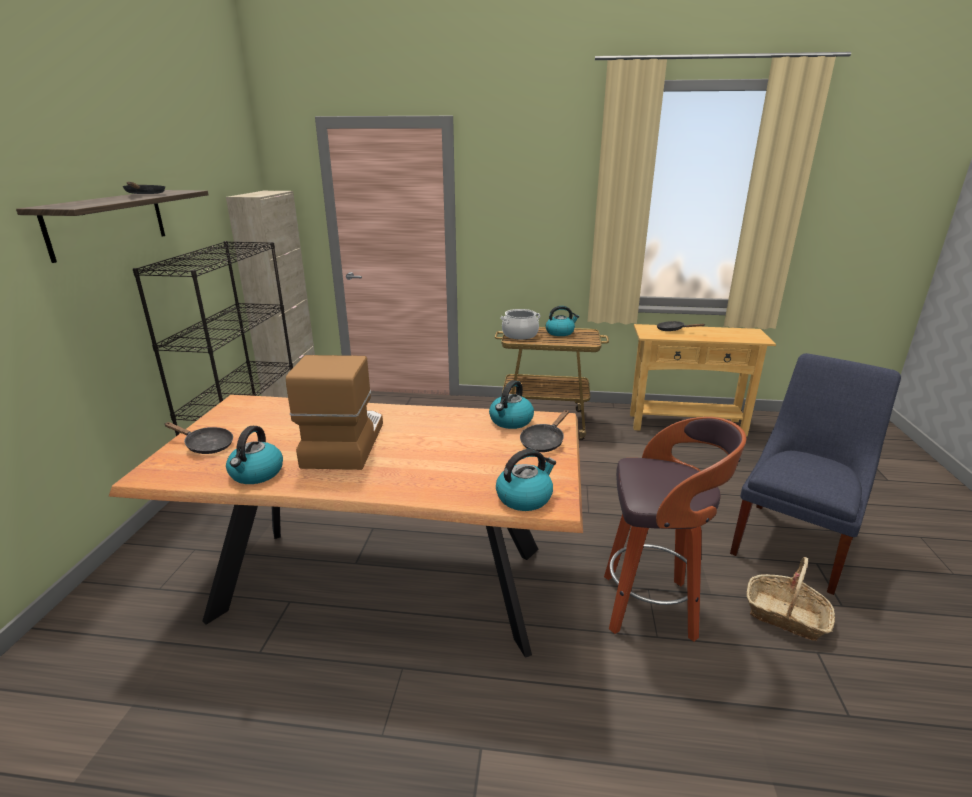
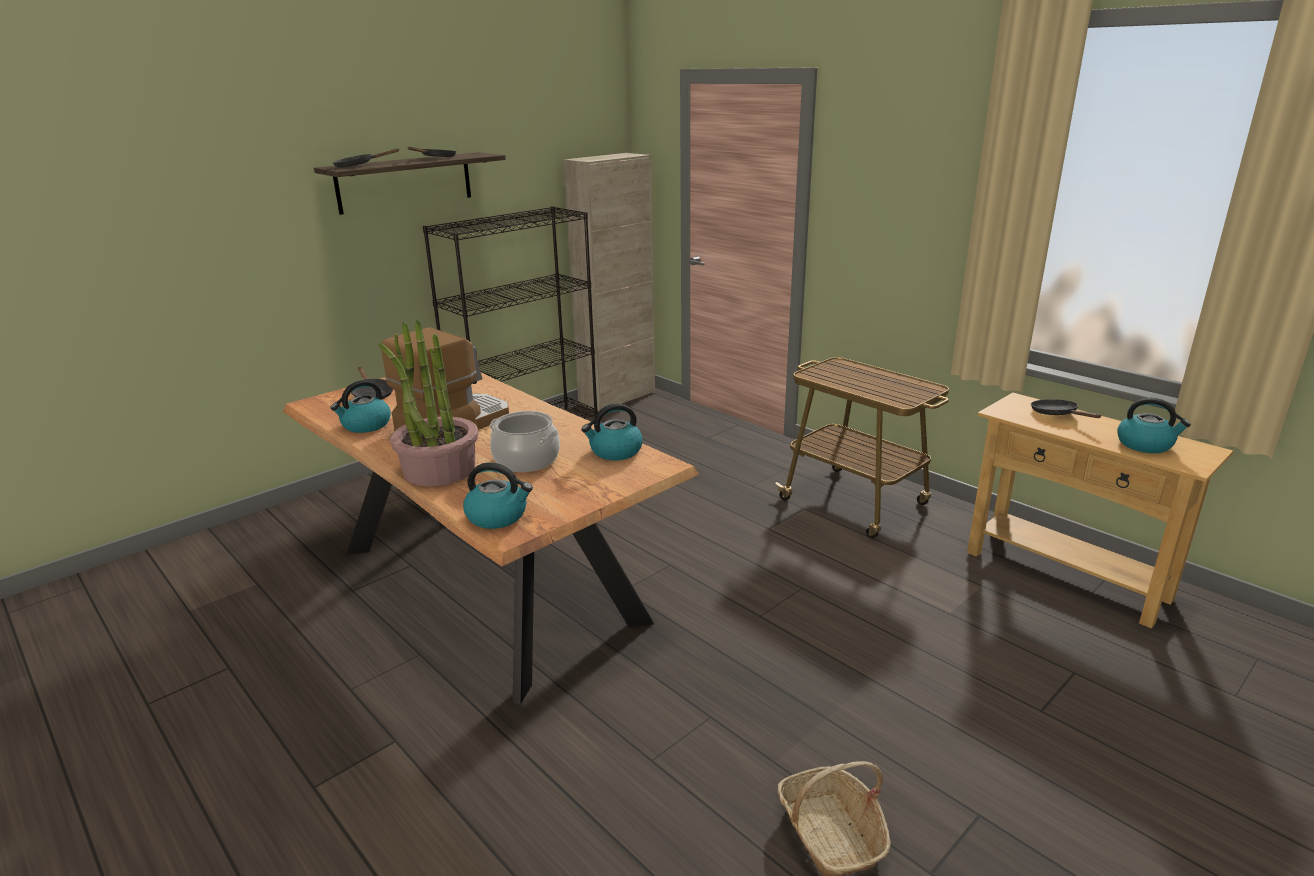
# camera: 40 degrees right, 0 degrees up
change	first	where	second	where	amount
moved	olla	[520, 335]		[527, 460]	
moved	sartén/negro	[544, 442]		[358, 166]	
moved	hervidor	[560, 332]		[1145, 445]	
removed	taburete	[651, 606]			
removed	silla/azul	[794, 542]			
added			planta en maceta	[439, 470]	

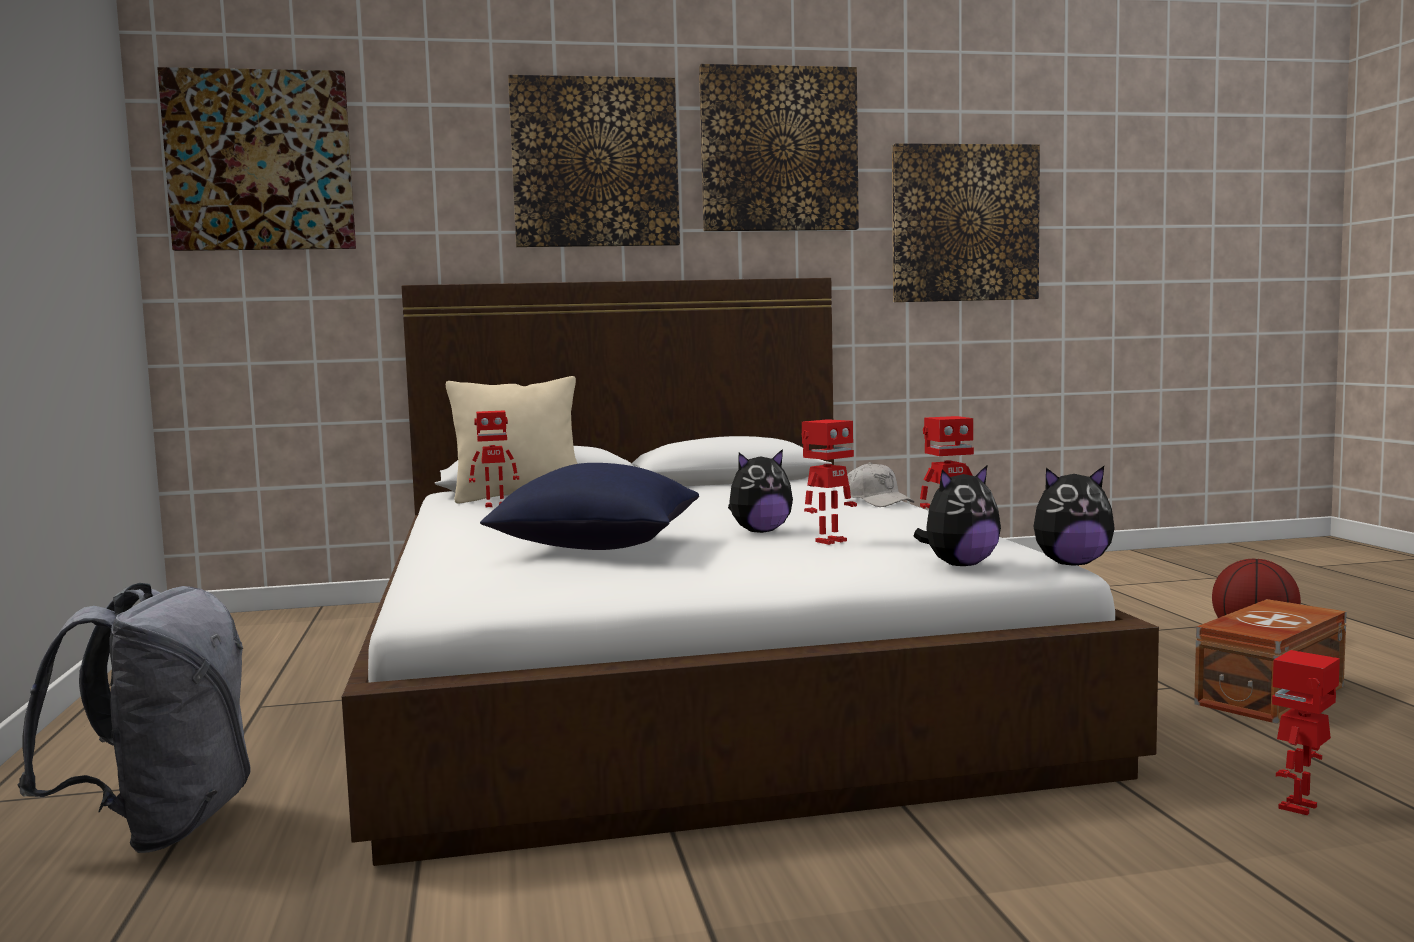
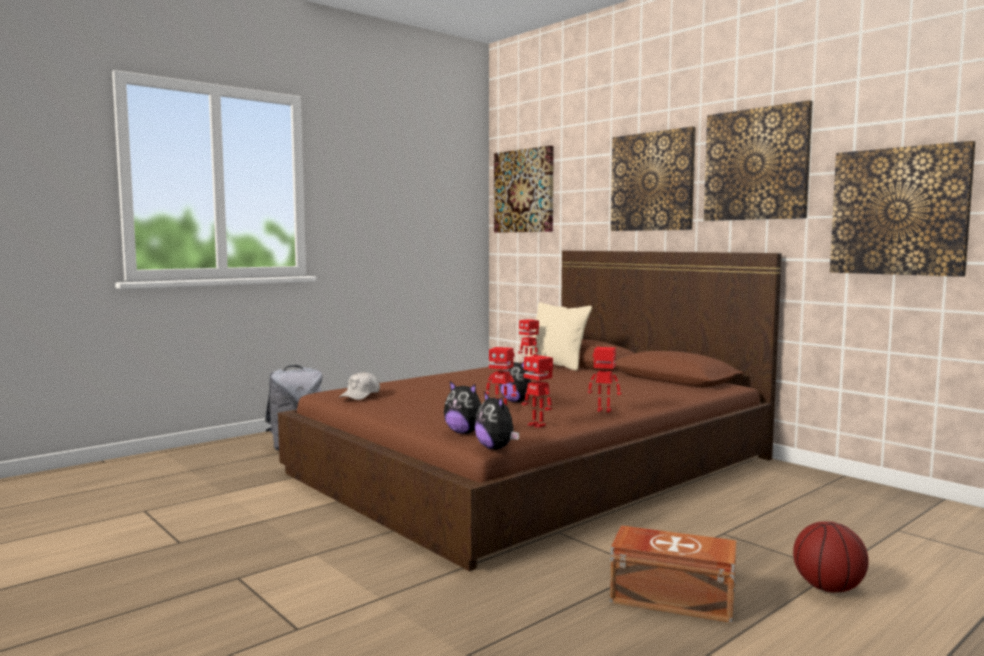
# camera: 60 degrees right, 0 degrees up
change	first	where	second	where	amount
recoloured	cama/blanco	[684, 664]	cama/marrón	[535, 465]	
removed	cojín/azul	[597, 547]			
moved	gorra/blanco	[877, 501]		[360, 395]	
moved	robot de juguete	[1300, 807]		[603, 411]	

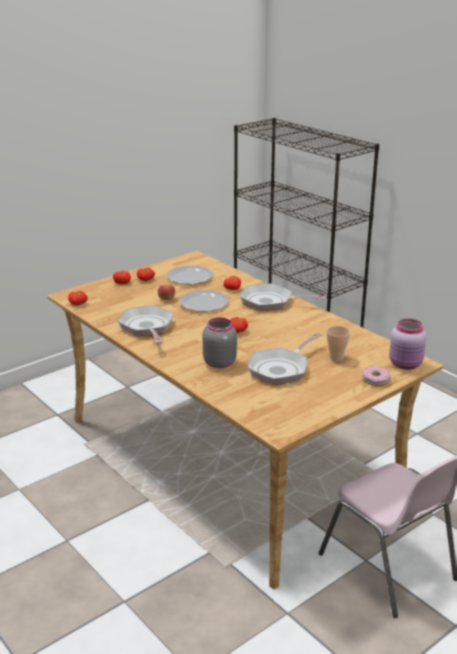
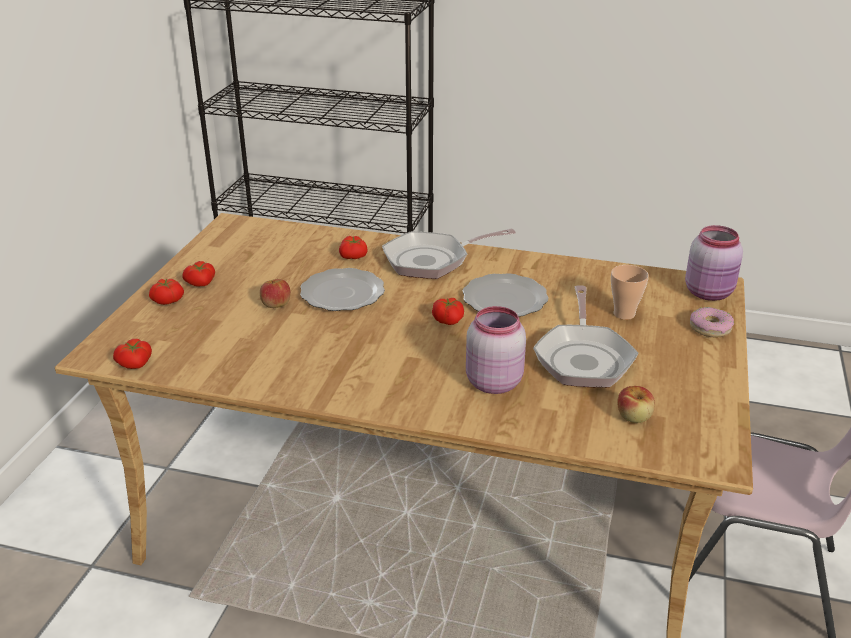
# camera: 35 degrees left, 5 degrees up
change	first	where	second	where	amount
removed	sartén	[147, 328]			
moved	plato	[190, 277]		[505, 298]	
recoloured	tarro/gris	[219, 362]	tarro/rosa	[492, 382]	
added			manzana	[634, 417]	

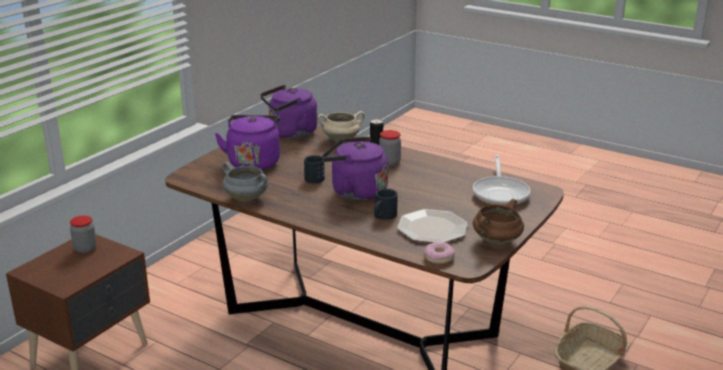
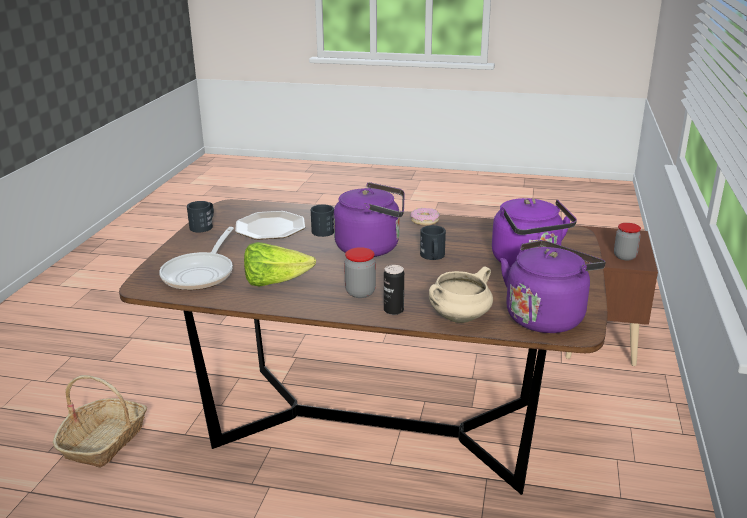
# camera: 160 degrees right, 0 degrees up
change	first	where	second	where	amount
removed	olla/gris	[247, 198]			
moved	rosquilla	[439, 257]		[424, 221]	
turned	sartén	[500, 193]		[201, 274]	150 degrees counterclockwise
replaced	olla/marrón	[496, 241]	taza grande/negro	[204, 226]	
added			lechuga	[274, 282]	

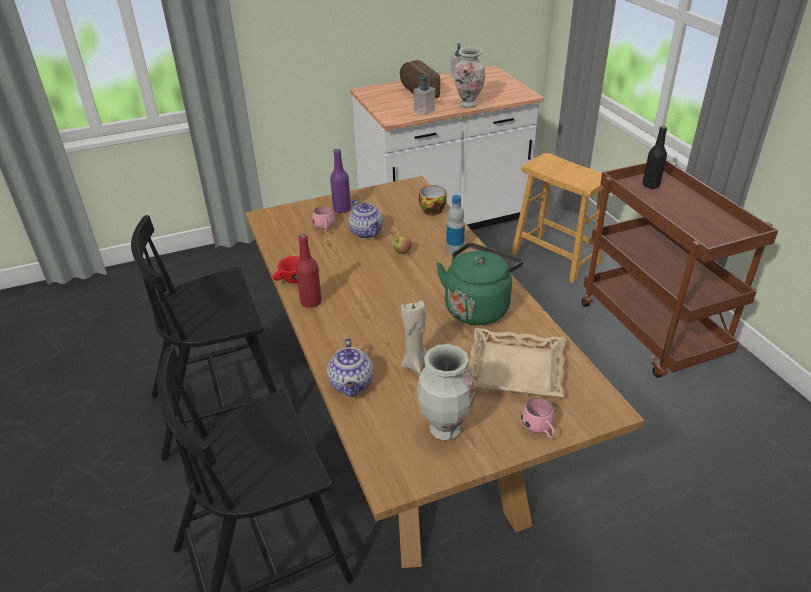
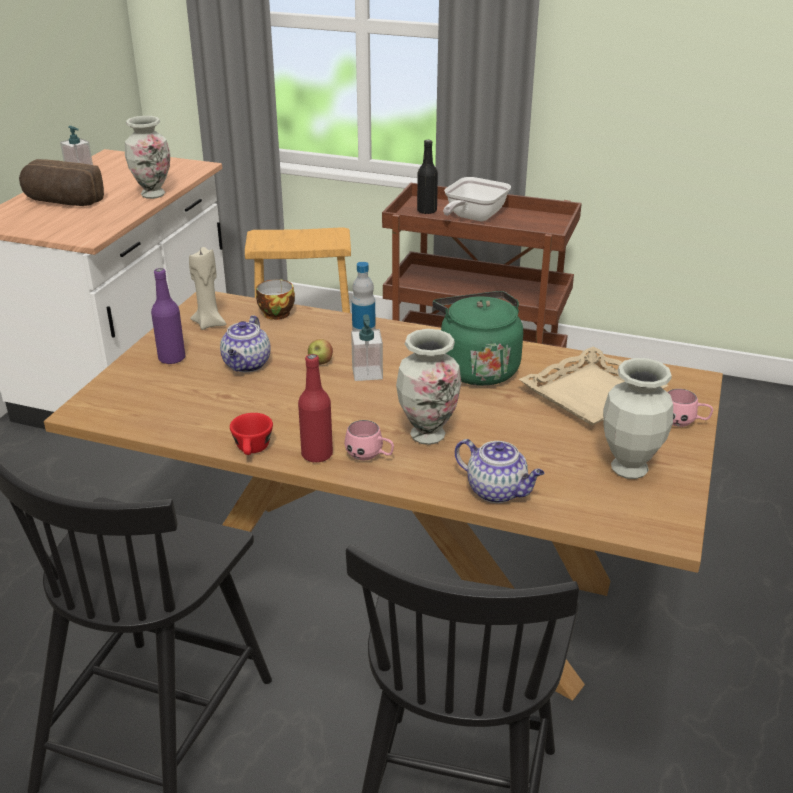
# camera: 50 degrees left, 5 degrees down
change	first	where	second	where	amount
moved	taza grande/rosa	[325, 228]		[370, 456]	
turned	tetera	[367, 233]		[247, 365]	90 degrees clockwise
moved	vela/beis	[415, 364]		[209, 323]	
moved	dispensador de jabón	[424, 111]		[367, 373]	
added			florero	[427, 435]	
added			sartén	[472, 217]	

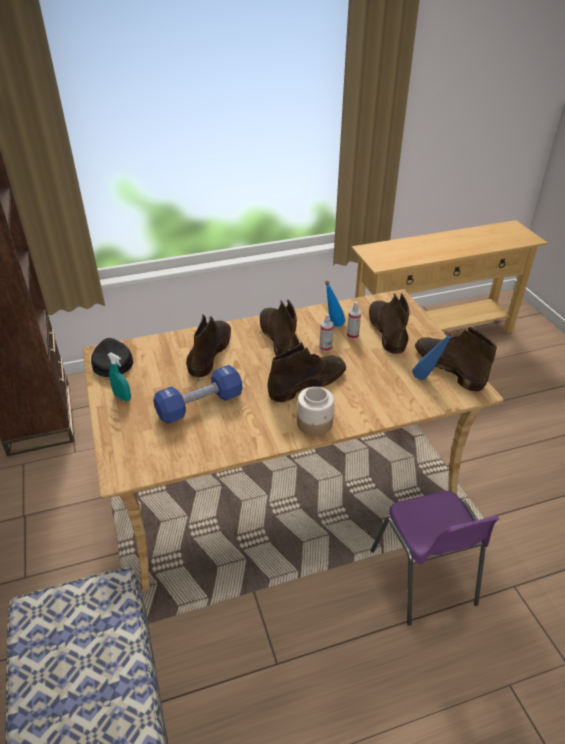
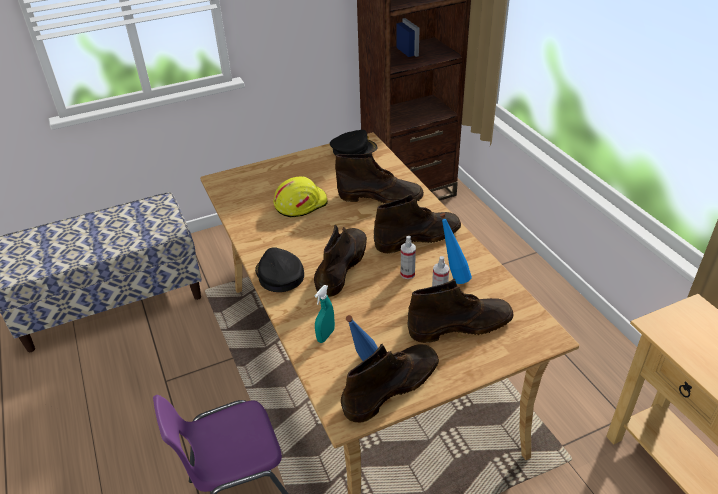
# camera: 85 degrees right, 0 degrees up
change	first	where	second	where	amount
moved	pulverizador/turquesa	[122, 397]		[325, 335]	
replaced	mancuerna/azul	[200, 405]	casco/amarillo	[300, 203]	
turned	bota/marrón	[308, 383]		[342, 265]	120 degrees counterclockwise
replaced	tarro	[315, 423]	gorra/negro	[279, 275]	

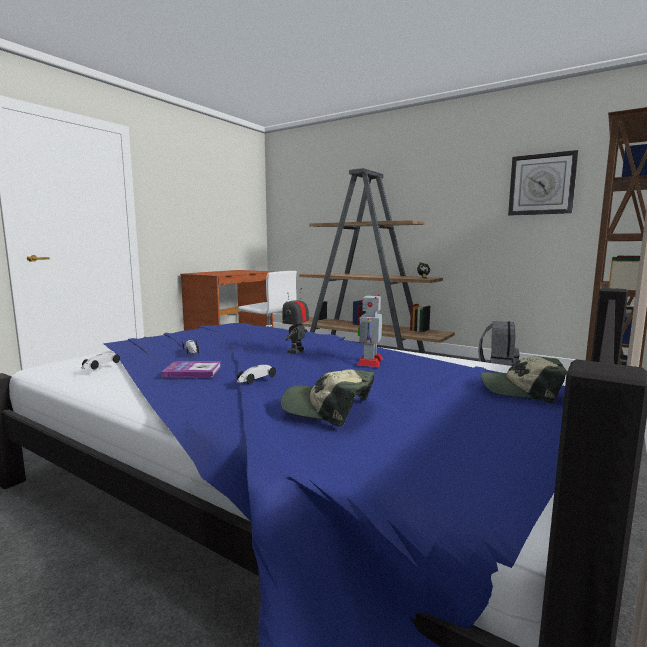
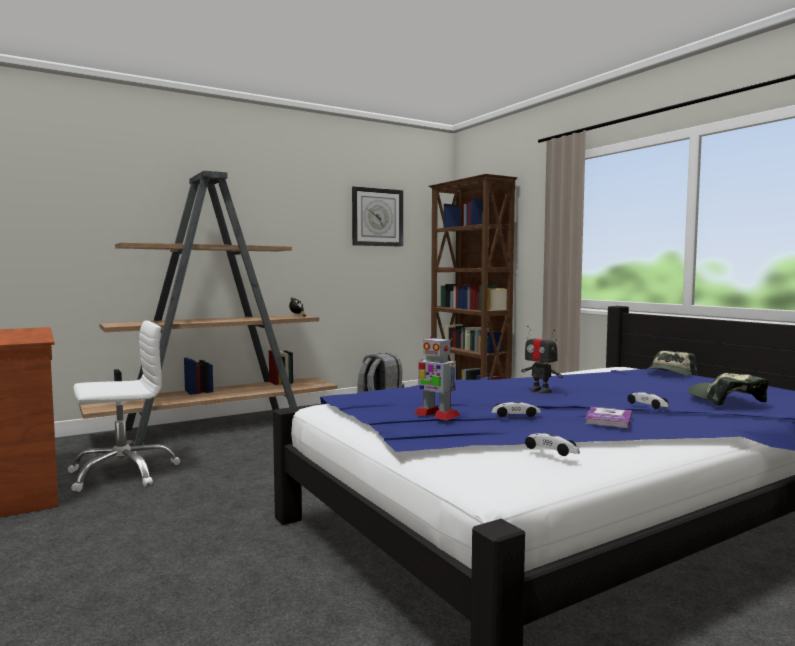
# camera: 65 degrees left, 5 degrees down
change	first	where	second	where	amount
turned	gorra	[328, 409]		[725, 399]	120 degrees clockwise
moved	robot de juguete	[370, 361]		[436, 415]	

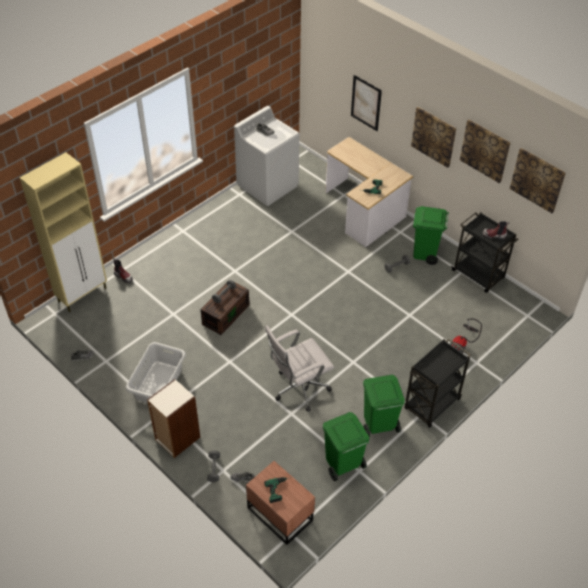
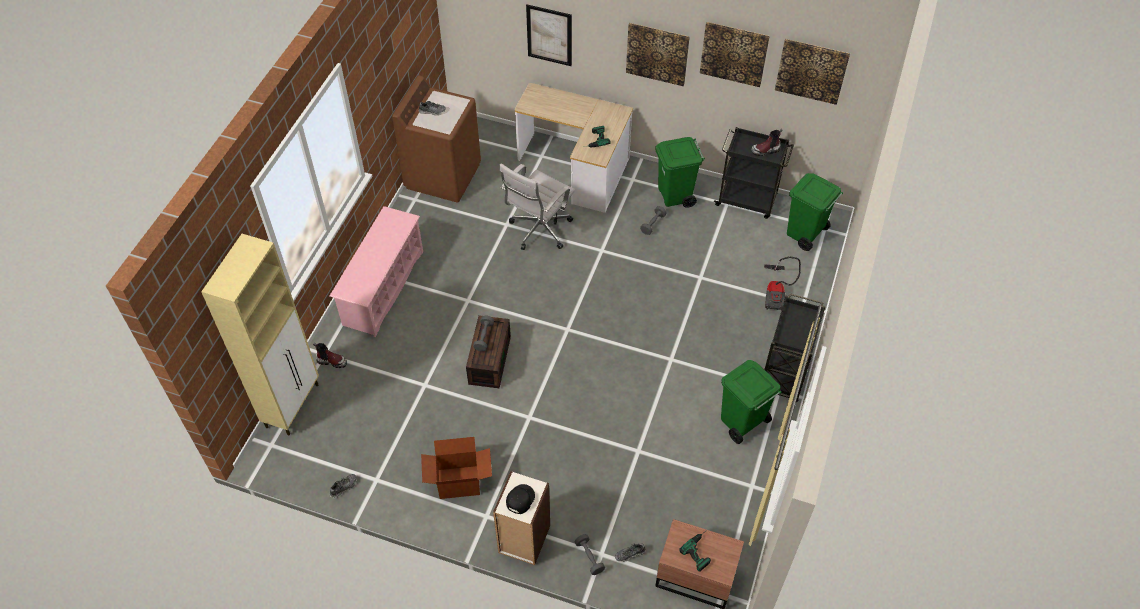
# camera: 25 degrees left, 5 degrees up
change	first	where	second	where	amount
replaced	cesto de la ropa/gris	[157, 383]	caja de cartón	[459, 481]	
recoloured	lavadora/blanco	[268, 185]	lavadora/marrón	[443, 175]	
moved	silla de oficina/blanco	[298, 389]		[538, 231]	
moved	papelera/verde	[342, 464]		[805, 234]	
added			zapatero/rosa	[383, 288]	
added			gorra/negro	[520, 499]	

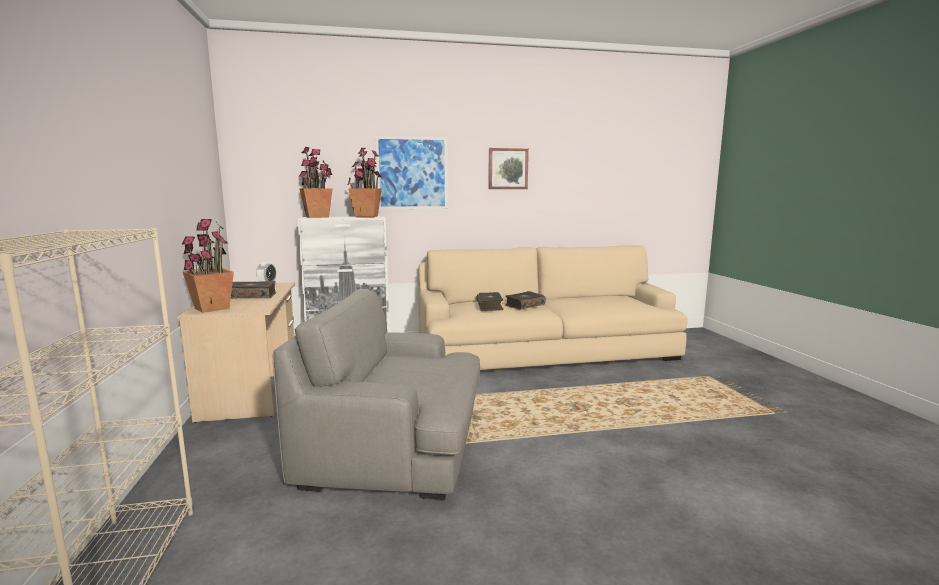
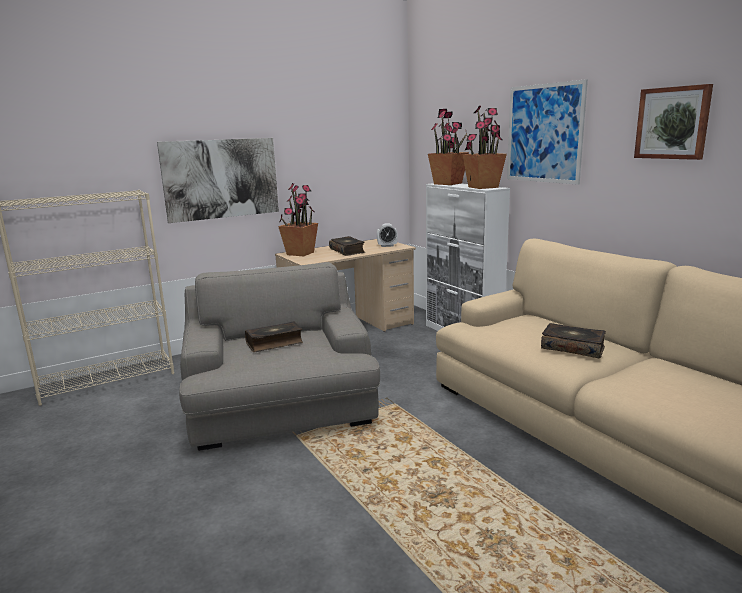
# camera: 70 degrees right, 5 degrees up
change	first	where	second	where	amount
moved	libro	[490, 306]		[274, 343]	
added			cuadro	[221, 179]	

